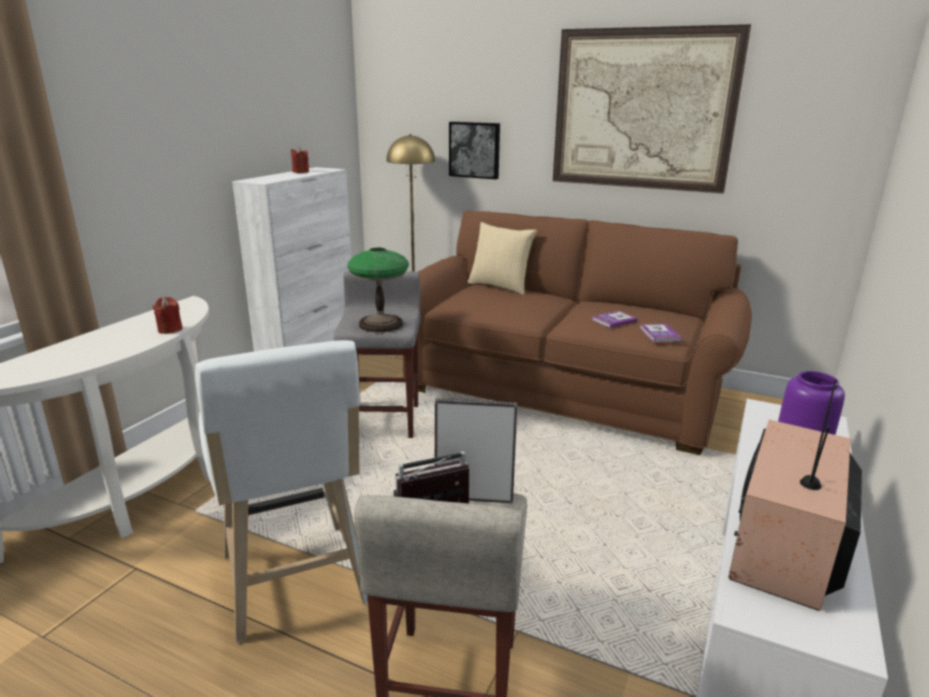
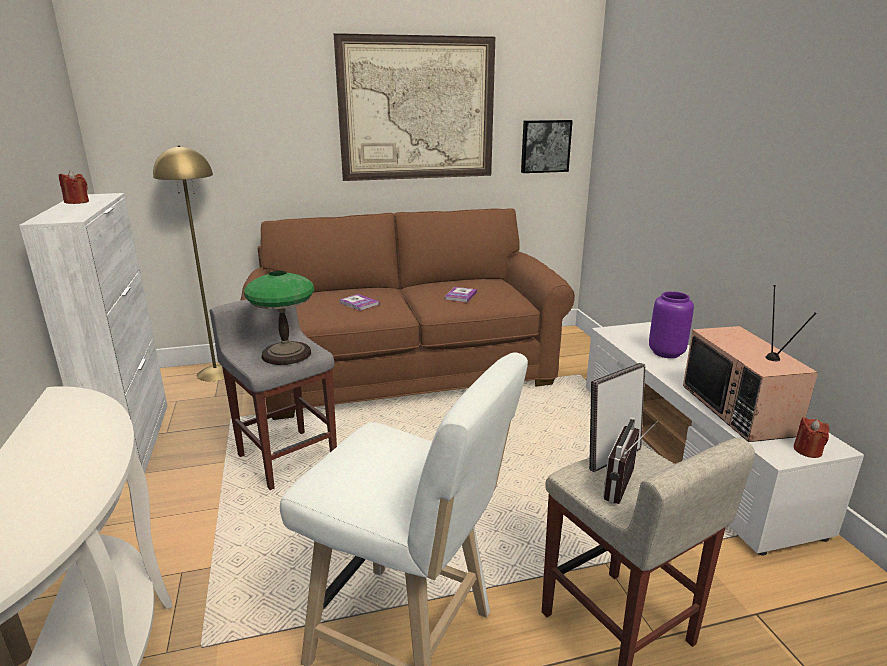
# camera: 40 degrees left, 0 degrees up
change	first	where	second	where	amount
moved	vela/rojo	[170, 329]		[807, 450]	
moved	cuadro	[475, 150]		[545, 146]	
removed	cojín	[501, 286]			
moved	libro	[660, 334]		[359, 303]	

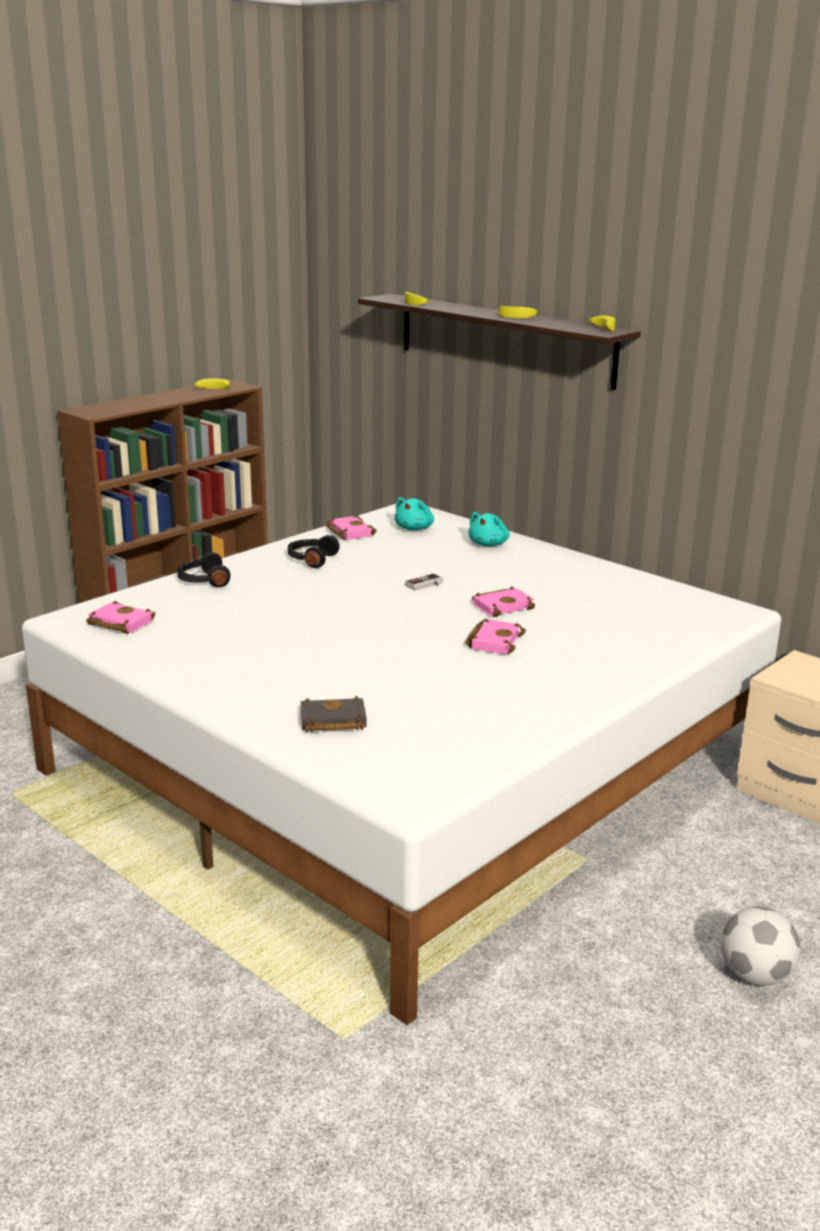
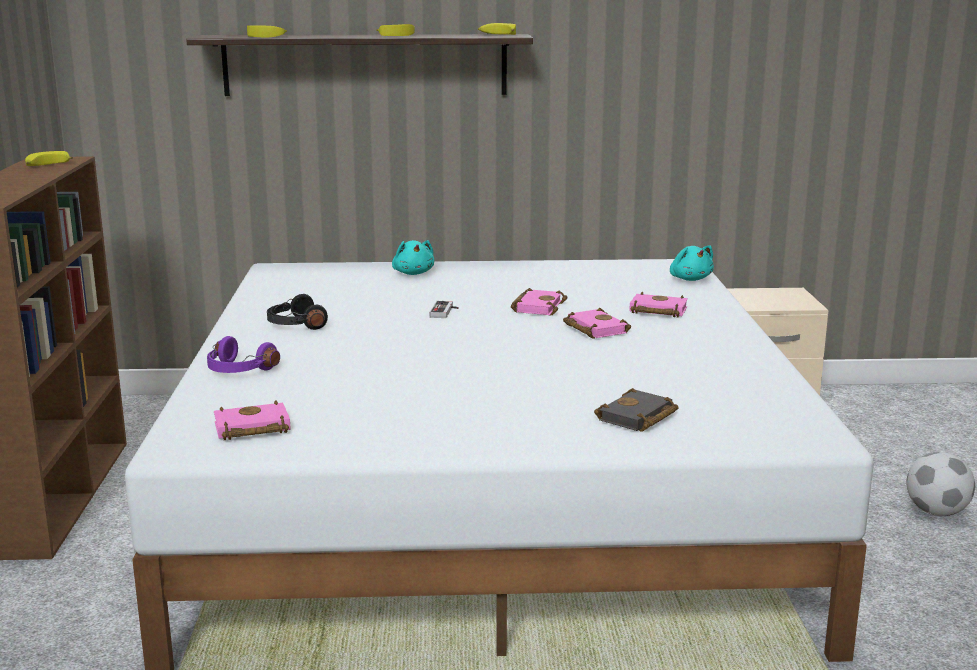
# camera: 45 degrees left, 5 degrees down
change	first	where	second	where	amount
recoloured	auriculares/negro	[203, 581]	auriculares/morado	[238, 370]	
moved	libro/rosa	[348, 532]		[656, 311]	
moved	peluche/turquesa	[415, 528]		[690, 279]	

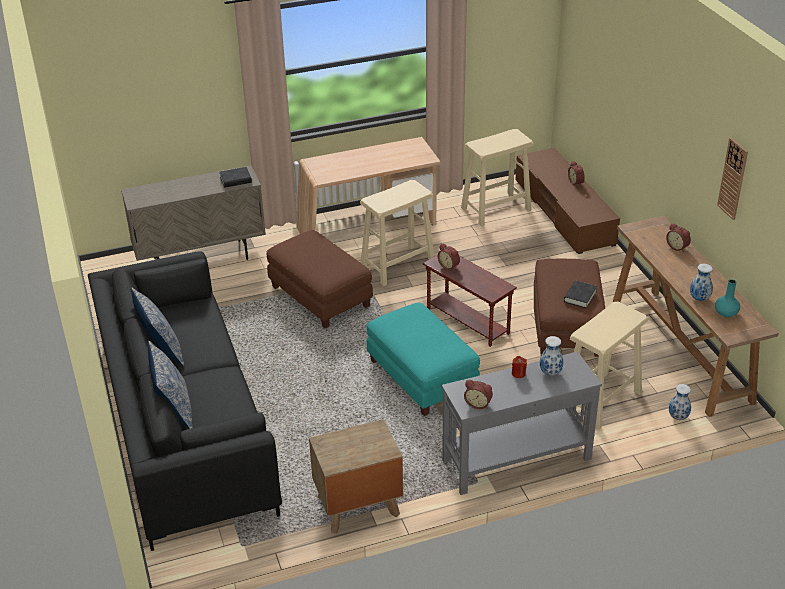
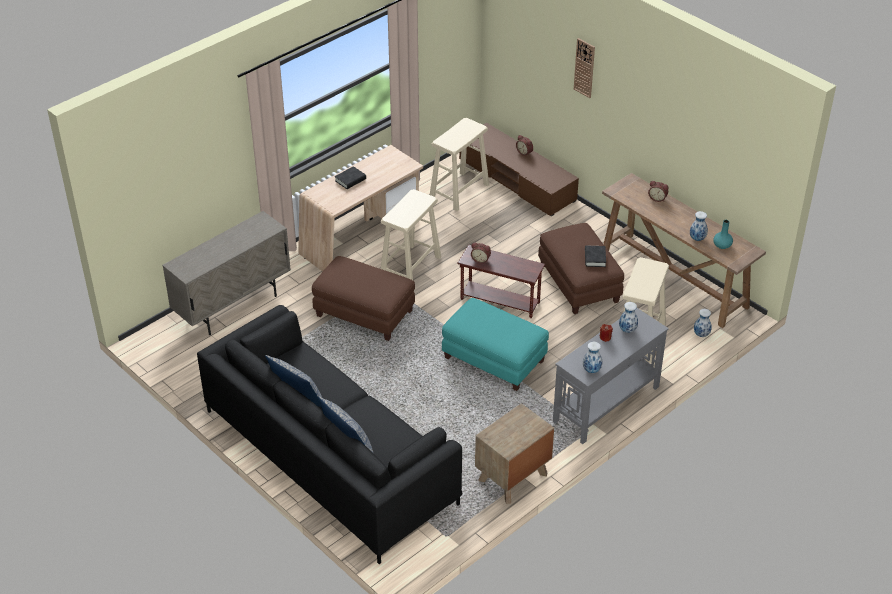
# camera: 25 degrees left, 5 degrees up
change	first	where	second	where	amount
moved	libro/negro	[235, 180]		[350, 180]	
replaced	despertador	[478, 403]	florero	[591, 370]	
moved	reloj de pared	[733, 179]		[584, 68]	

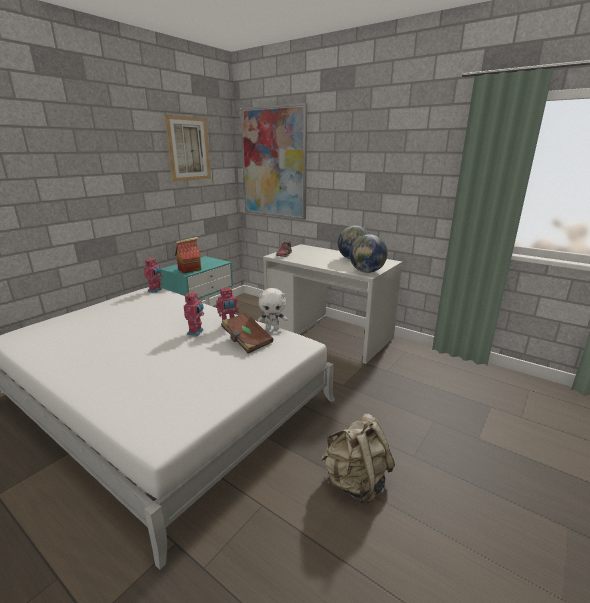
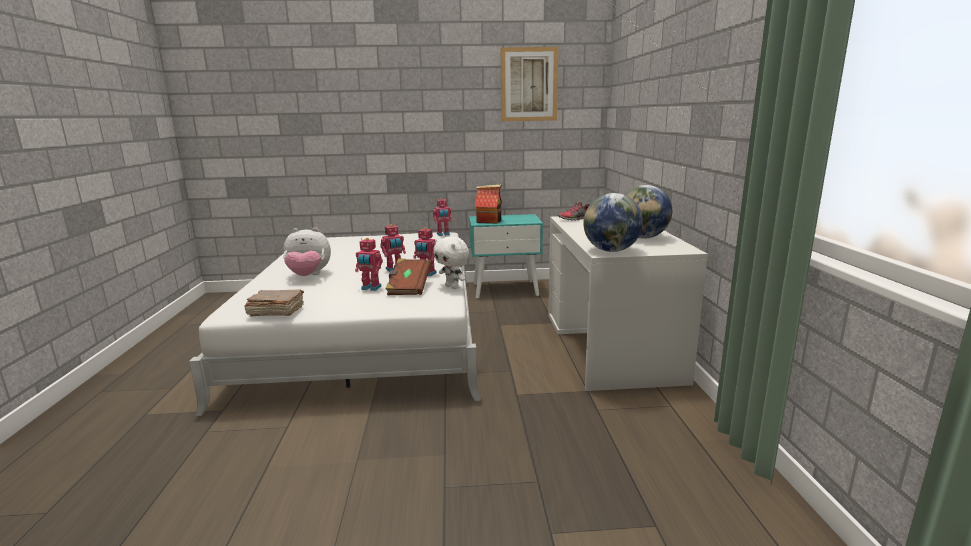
# camera: 50 degrees right, 5 degrees down
change	first	where	second	where	amount
removed	cuadro	[273, 163]			
removed	mochila/beis	[355, 482]			
added			libro/marrón	[276, 312]	
added			peluche	[308, 276]	
added			robot de juguete	[370, 288]	

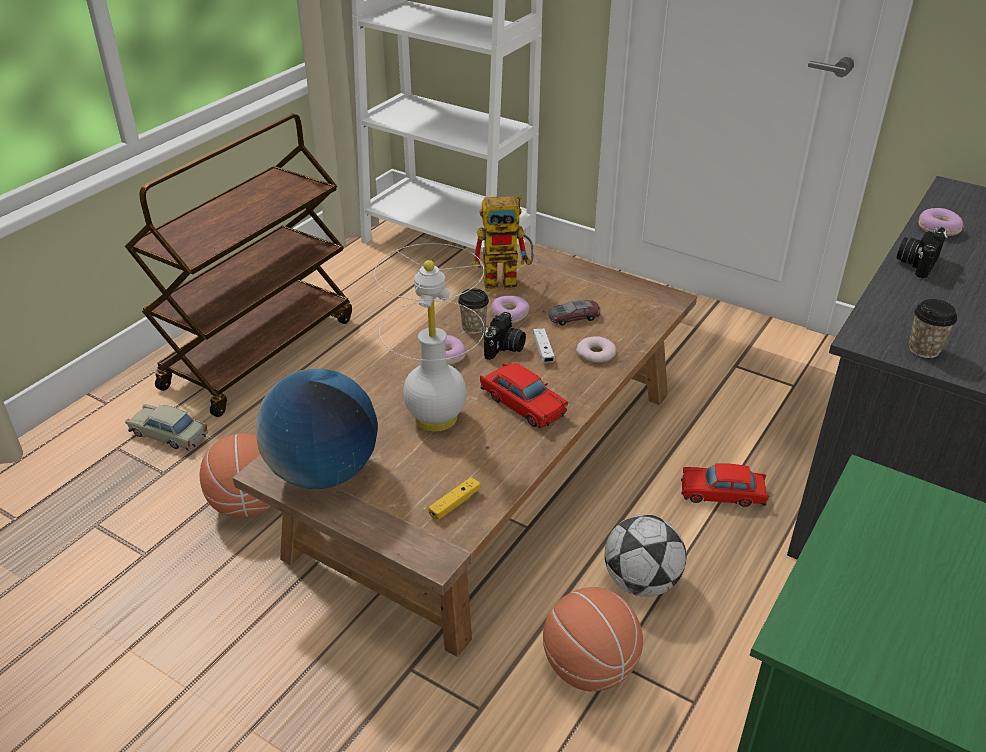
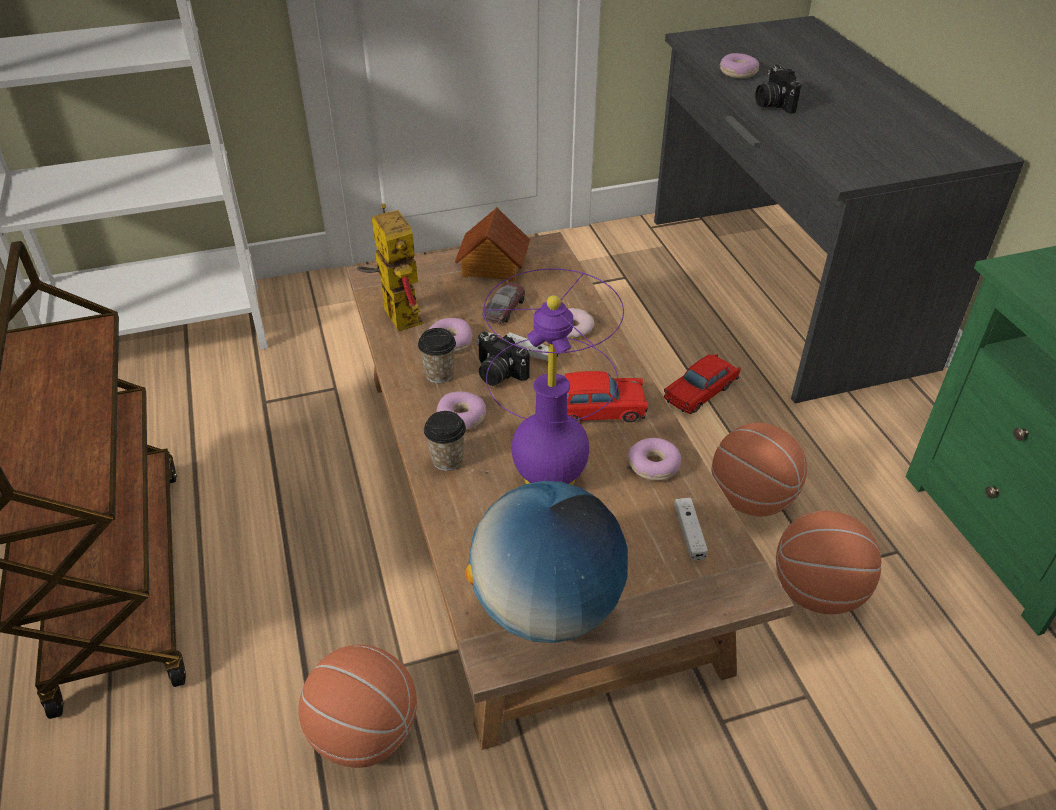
# camera: 50 degrees left, 5 degrees up
change	first	where	second	where	amount
removed	coche de juguete/beis	[169, 435]			
recoloured	lámpara de mesa/blanco	[436, 417]	lámpara de mesa/morado	[549, 476]	
recoloured	mando de consola/amarillo	[455, 504]	mando de consola/blanco	[689, 533]	
turned	robot de juguete	[508, 280]		[395, 312]	60 degrees counterclockwise
turned	cámara	[505, 348]		[498, 374]	150 degrees clockwise
replaced	balón de fútbol	[641, 582]	balón de baloncesto	[752, 499]	
moved	taza	[923, 349]		[447, 460]	
added			casita	[492, 265]	
added			rosquilla	[654, 466]	

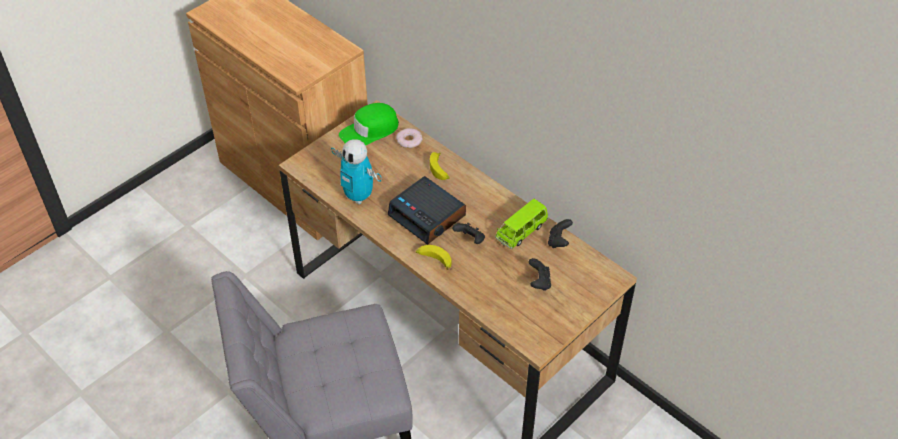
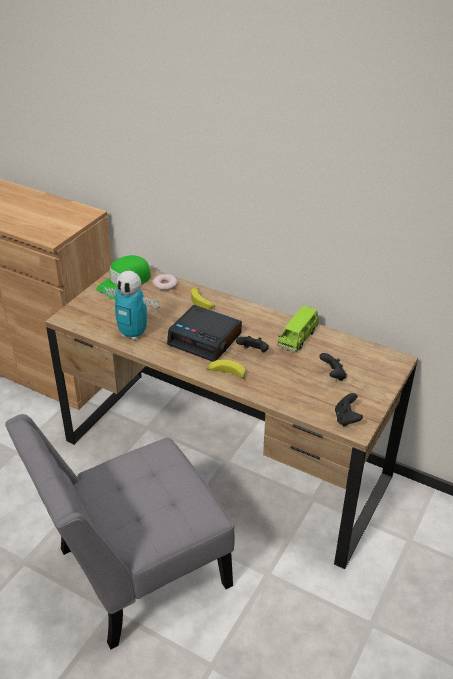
# camera: 15 degrees left, 10 degrees down
change	first	where	second	where	amount
moved	mando de consola/negro	[559, 241]		[346, 418]	

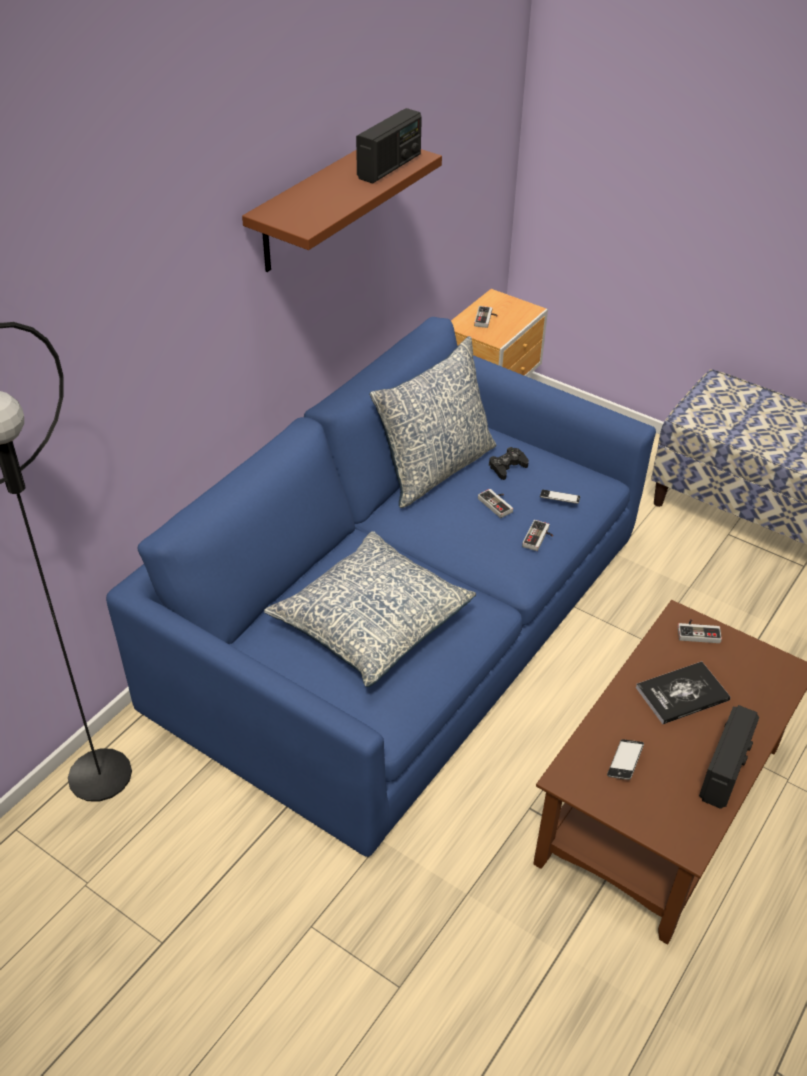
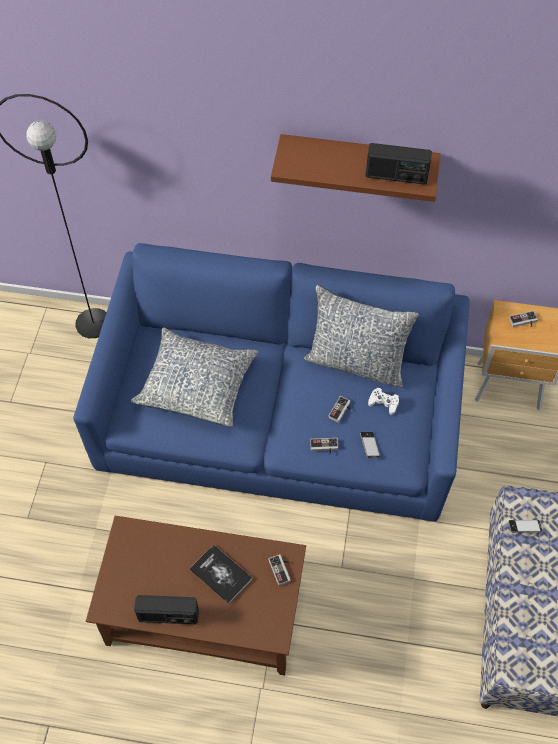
# camera: 65 degrees right, 15 degrees up
change	first	where	second	where	amount
recoloured	mando de consola/negro	[507, 467]	mando de consola/blanco	[383, 403]	
moved	móvil	[625, 762]		[524, 527]	

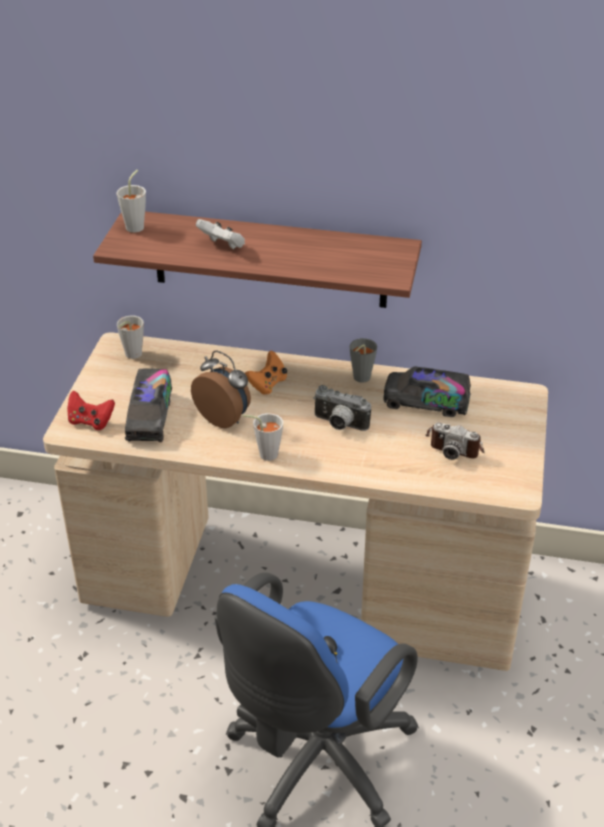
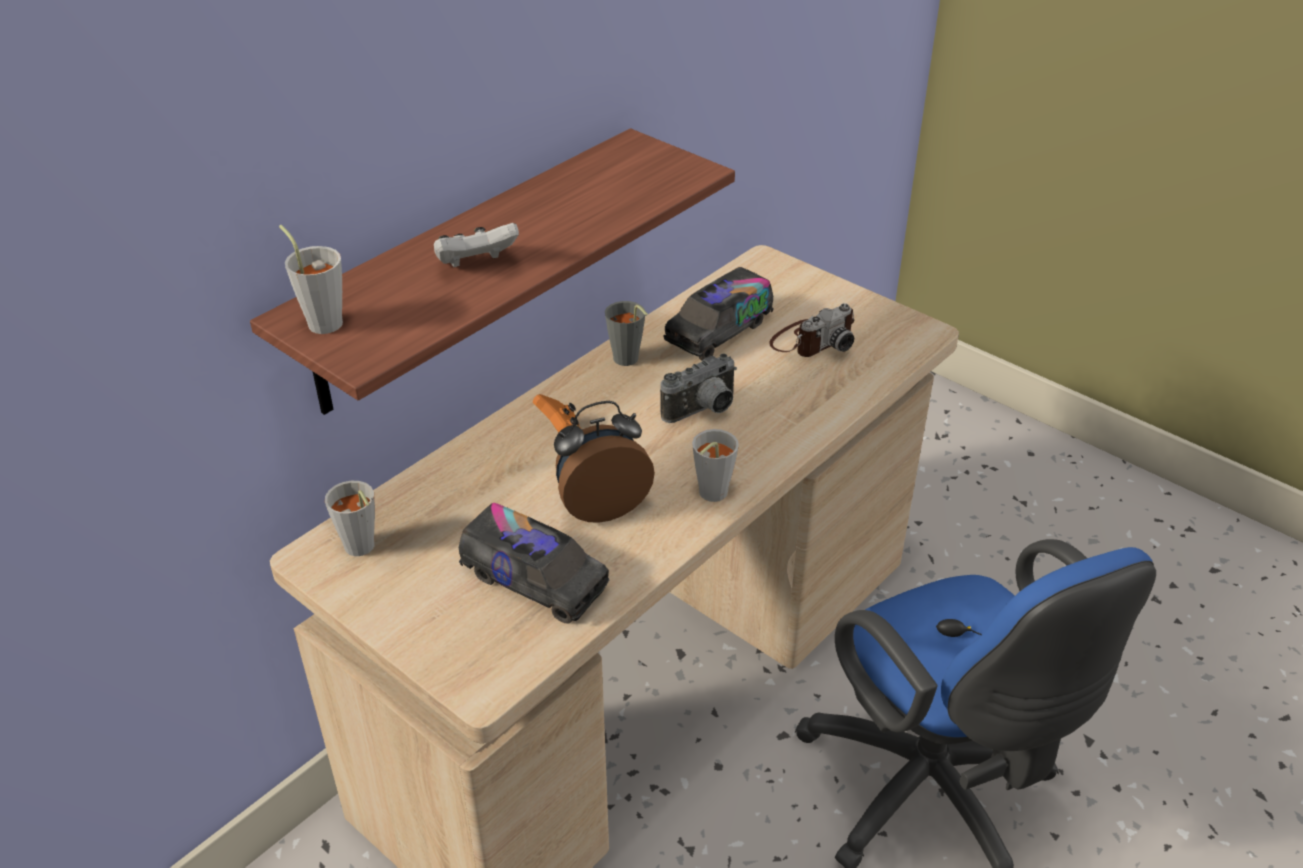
# camera: 60 degrees left, 0 degrees up
change	first	where	second	where	amount
removed	mando de consola/rojo	[90, 422]			

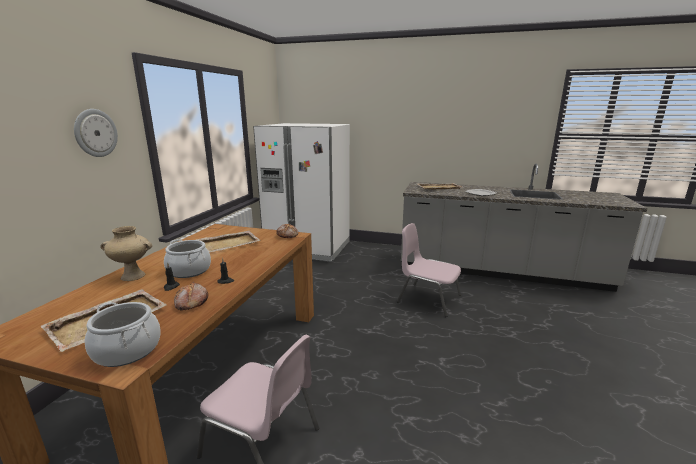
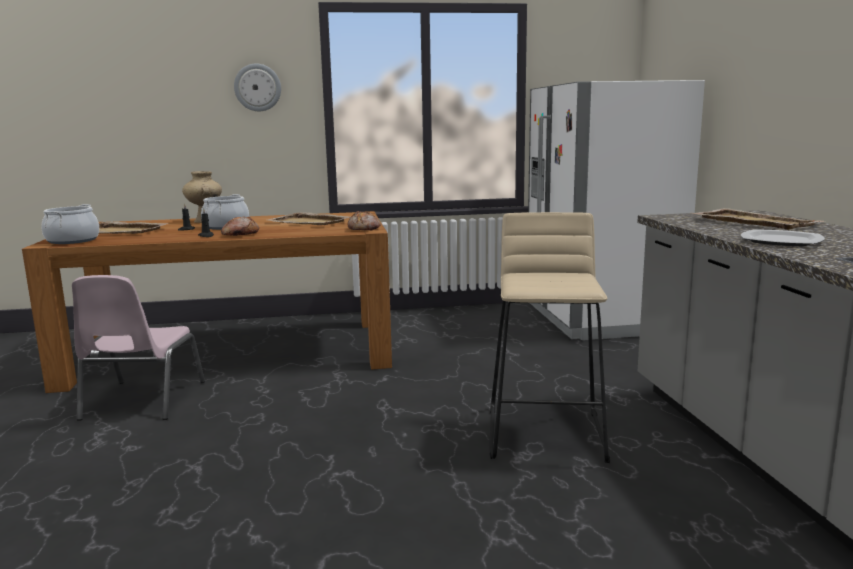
# camera: 65 degrees right, 5 degrees down
change	first	where	second	where	amount
moved	pan	[191, 302]		[240, 234]	
replaced	silla/rosa	[428, 298]	taburete/beis	[547, 434]	

